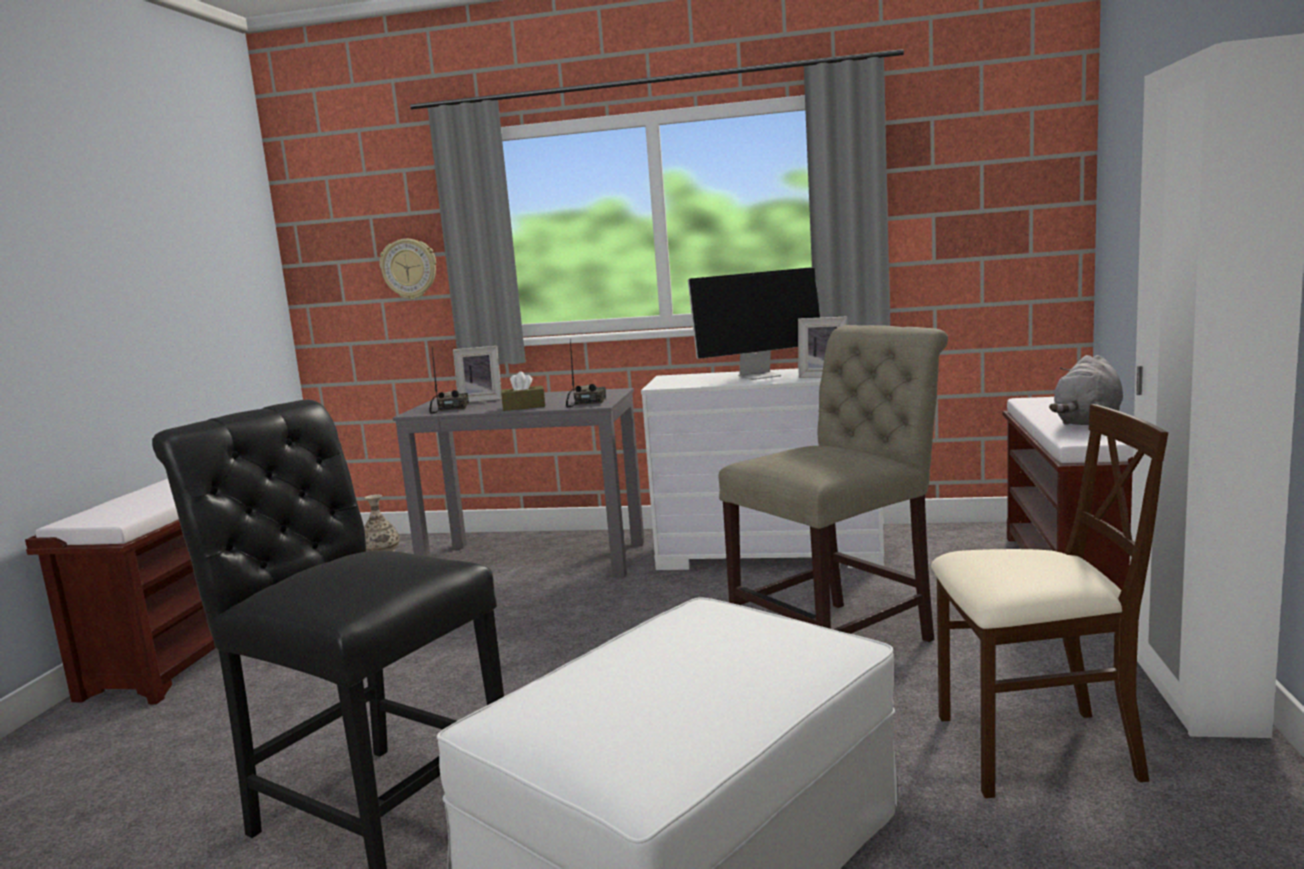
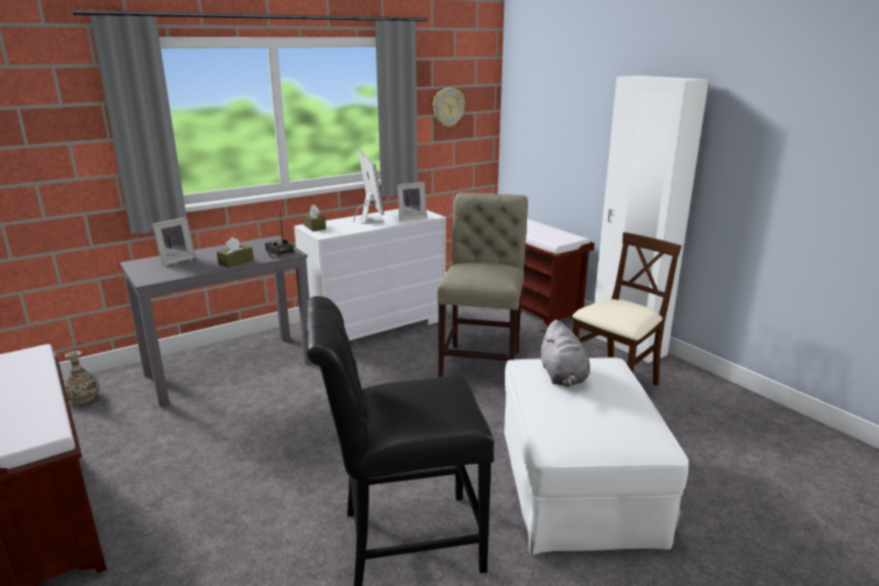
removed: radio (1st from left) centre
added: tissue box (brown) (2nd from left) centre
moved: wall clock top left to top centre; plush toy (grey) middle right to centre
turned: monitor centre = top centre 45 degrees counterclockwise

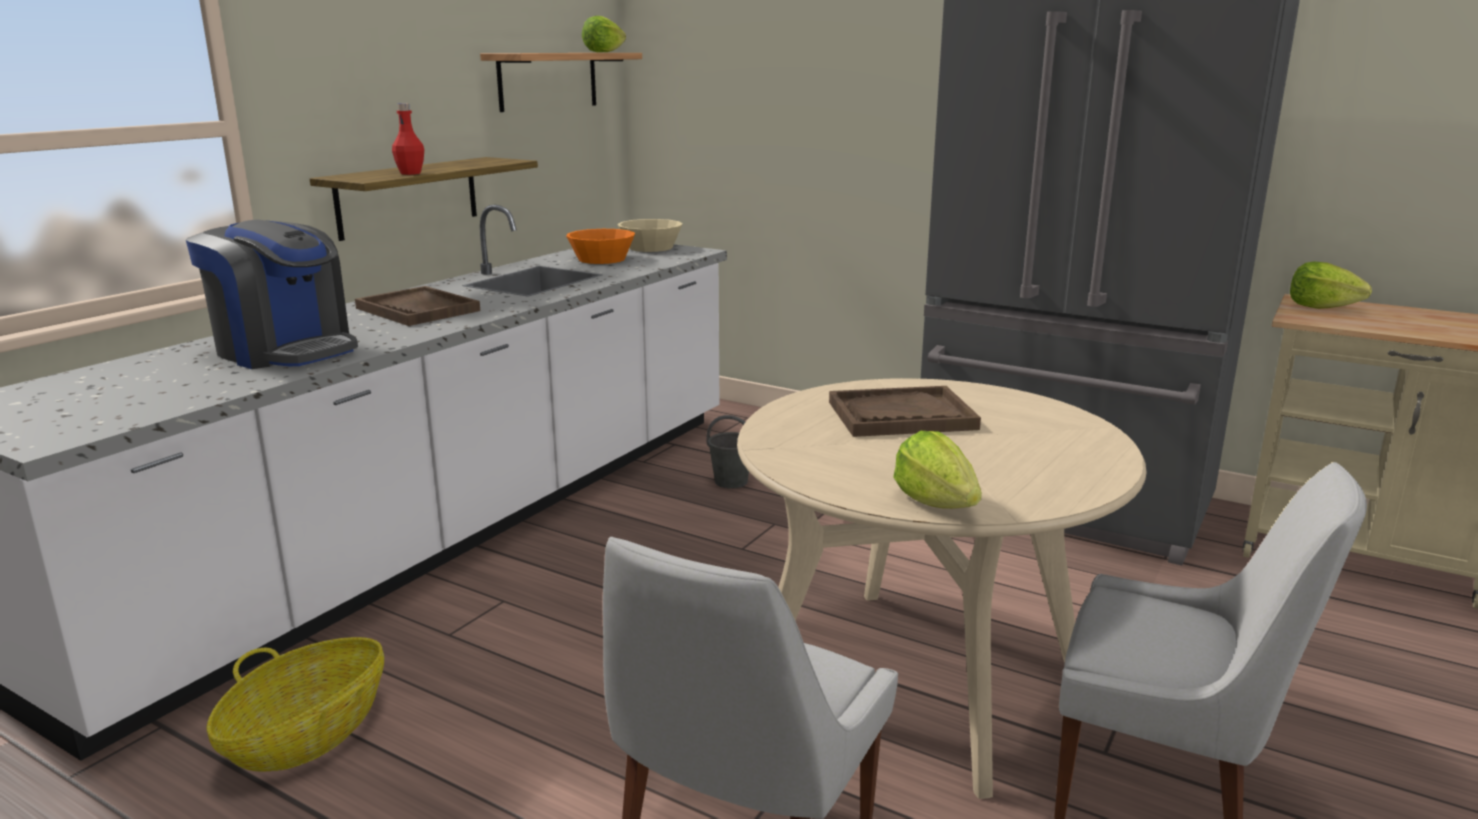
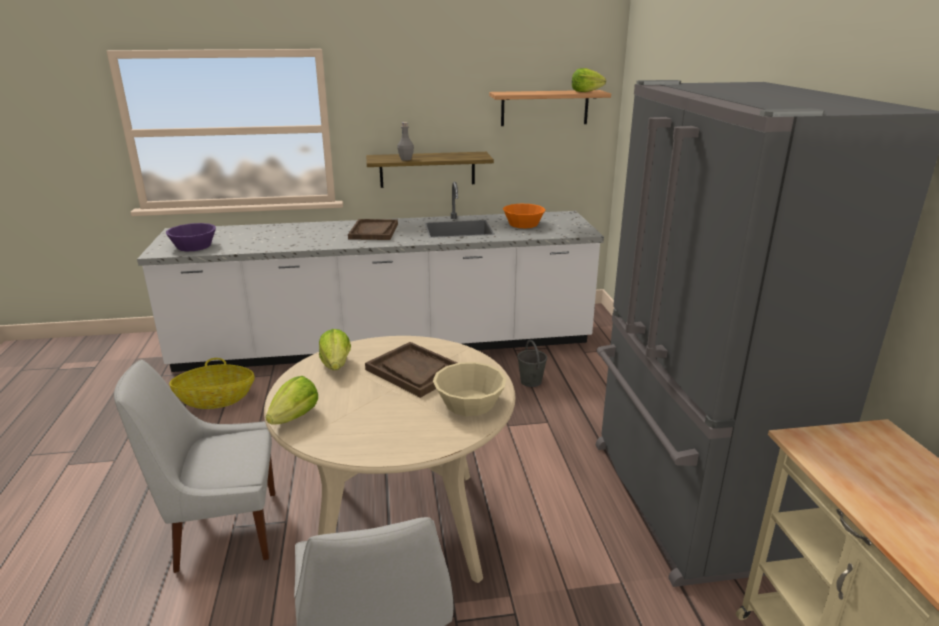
removed: coffee machine middle left
added: bowl (purple) middle left
moved: bowl (beige) top centre to centre; lettuce (3rd from left in the first image) middle right to lettuce (2nd from left) centre
recoloured: bottle (red) top left to bottle (grey) top centre

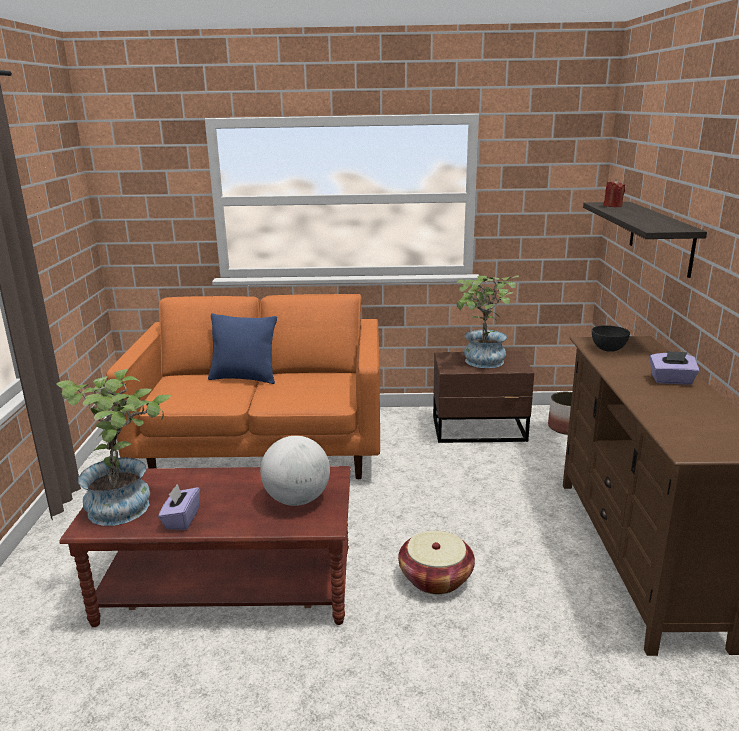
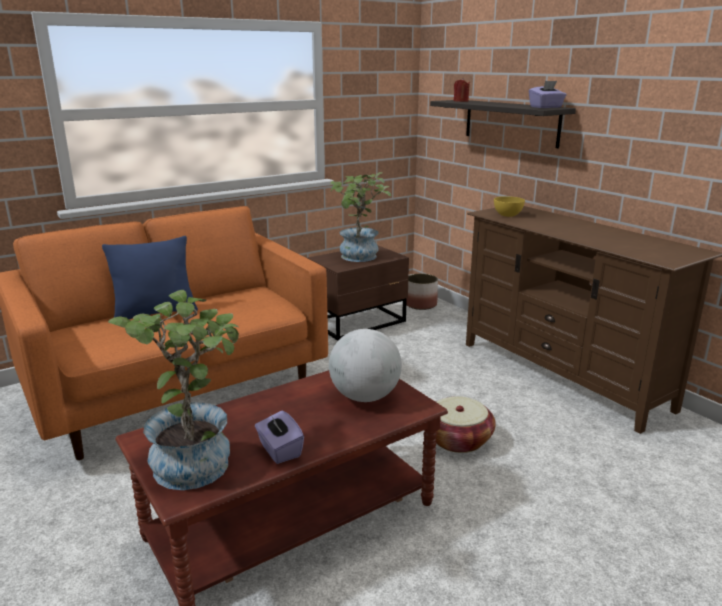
moved: tissue box (purple) (2nd from left) middle right to top right
recoloured: bowl (grey) middle right to bowl (yellow) middle right

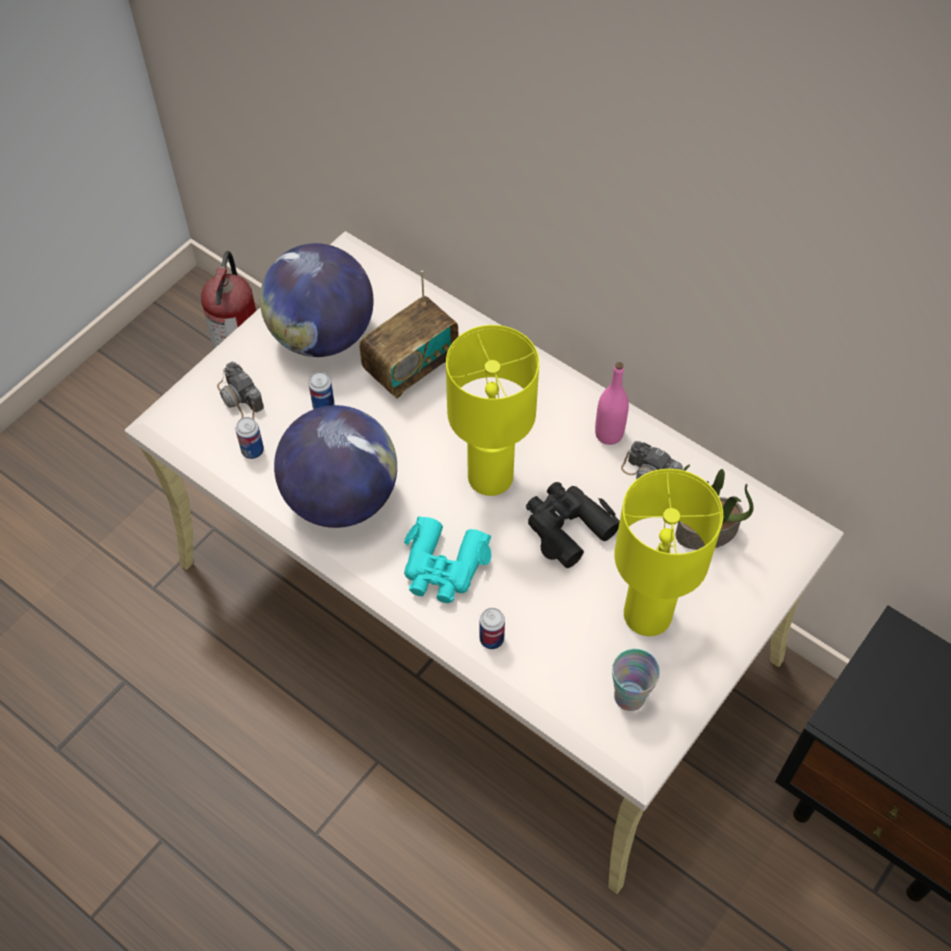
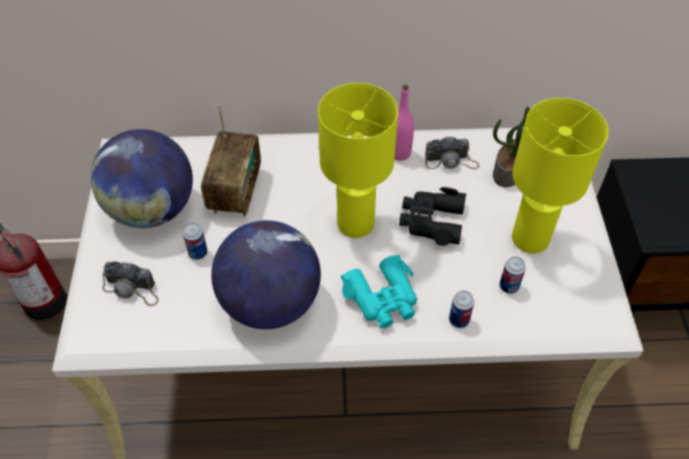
removed: cup bottom right
moved: can (1st from left in the first image) middle left to can (3rd from left) middle right

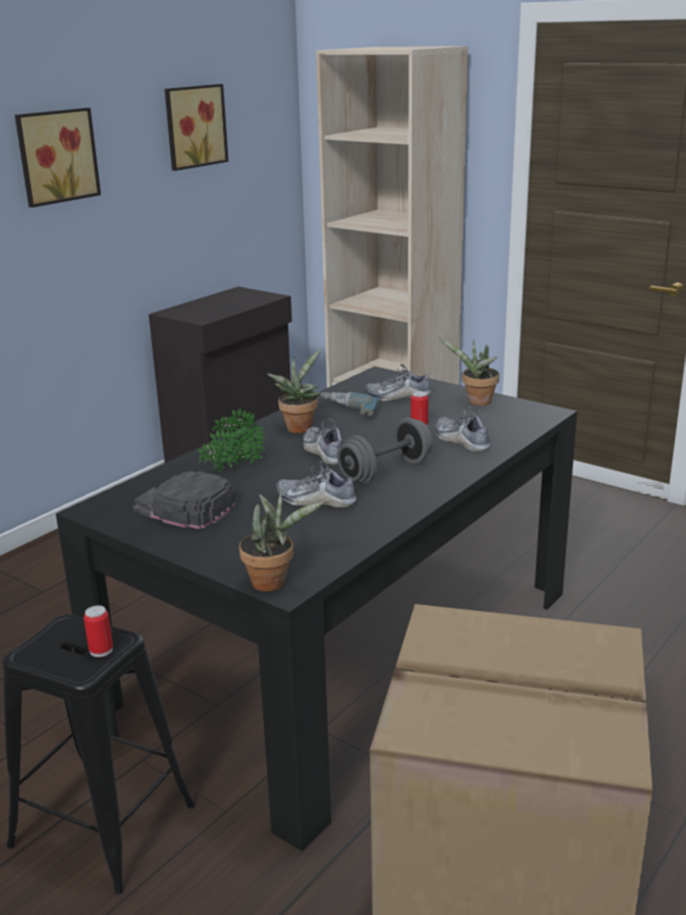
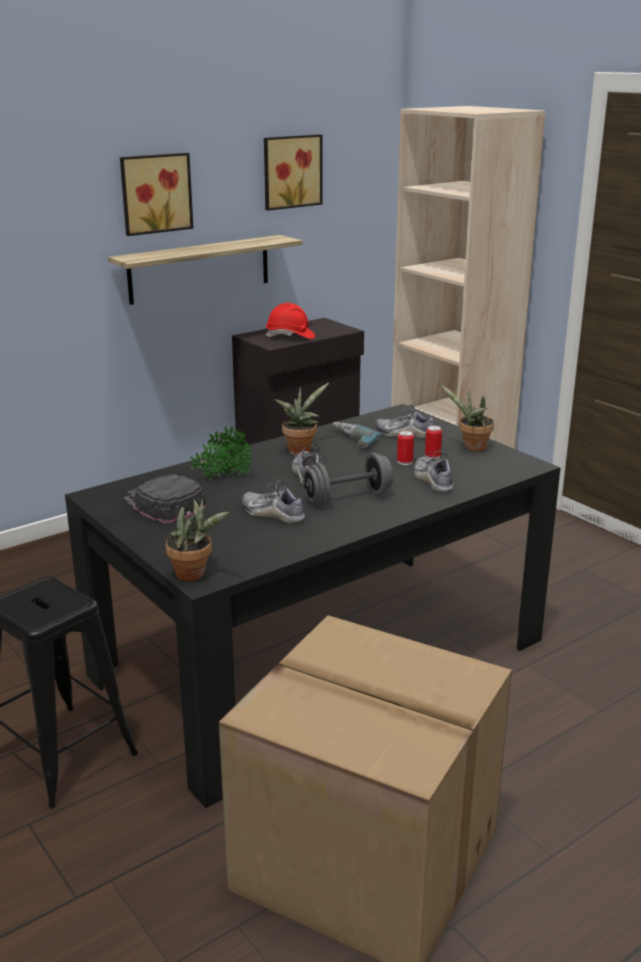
added: shelf top left; hard hat (red) centre
moved: can (1st from left in the first image) bottom left to can (2nd from left) middle right

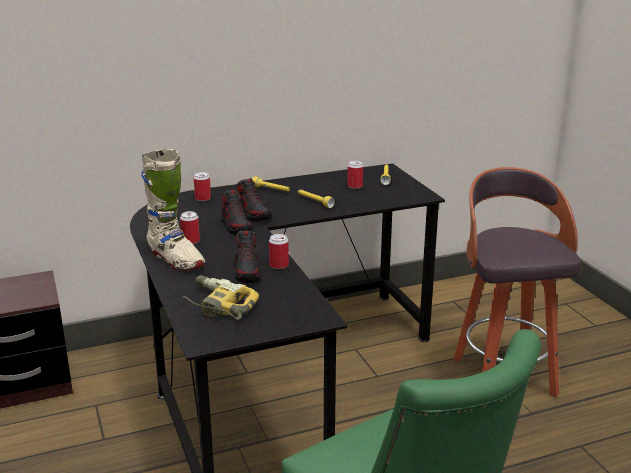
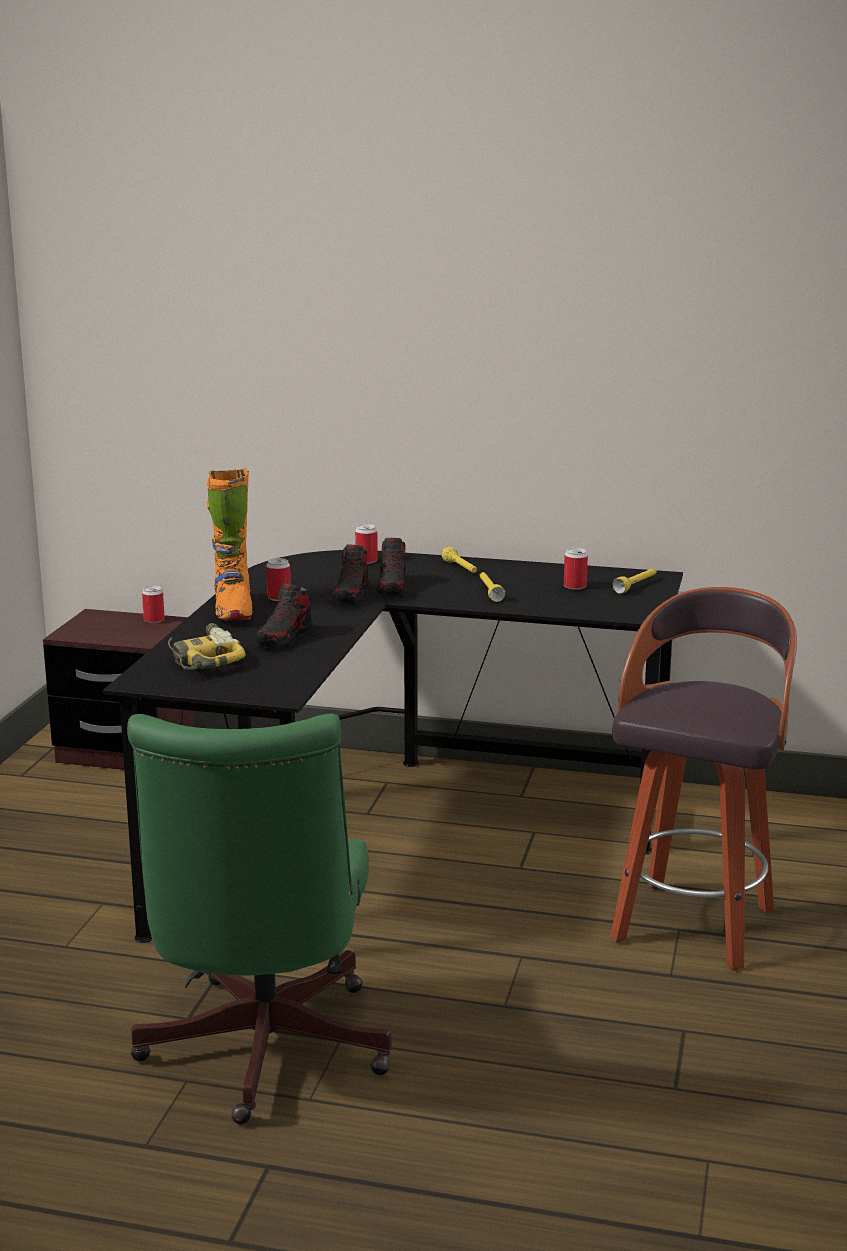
moved: can (3rd from left in the first image) centre to can (1st from left) middle left
recoloured: boot (beige) middle left to boot (orange) middle left

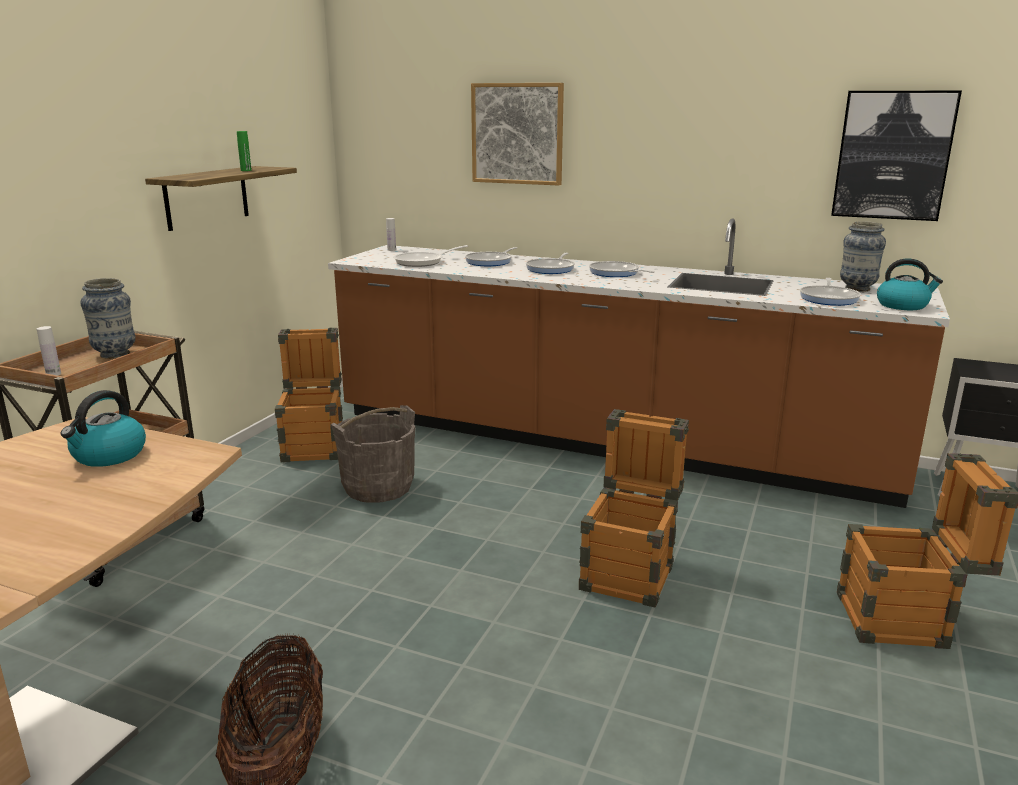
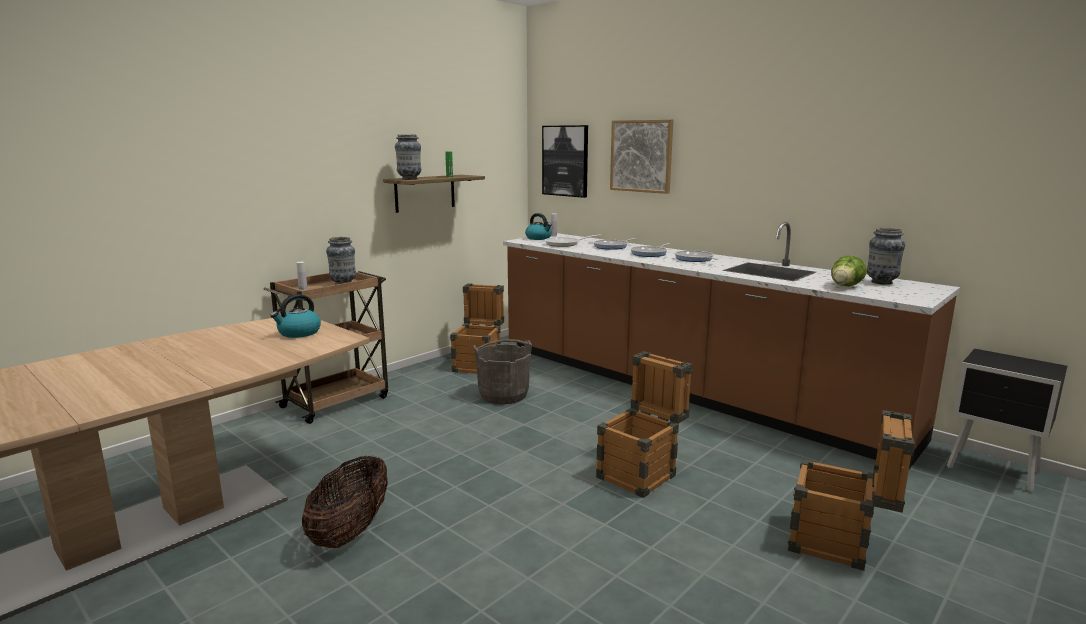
added: vase (2nd from left) top centre
moved: picture (2nd from left in the first image) top right to picture (1st from left) top centre; kettle (2nd from left) middle right to centre
replaced: frying pan (5th from left) middle right to lettuce middle right

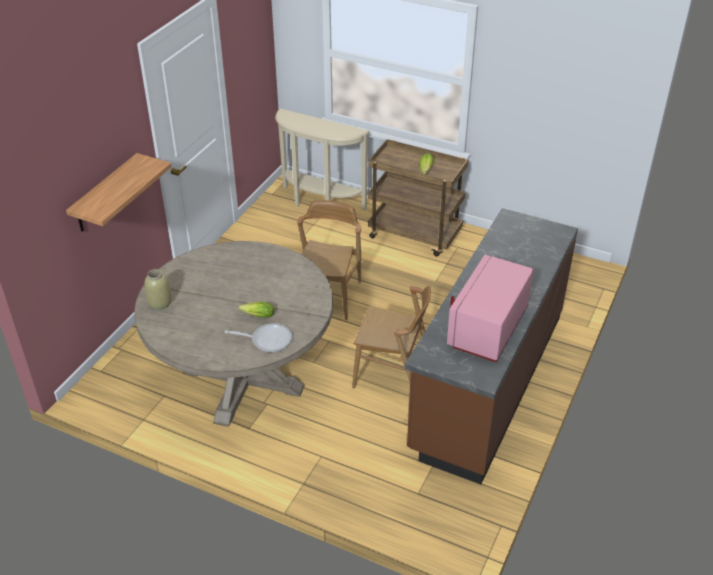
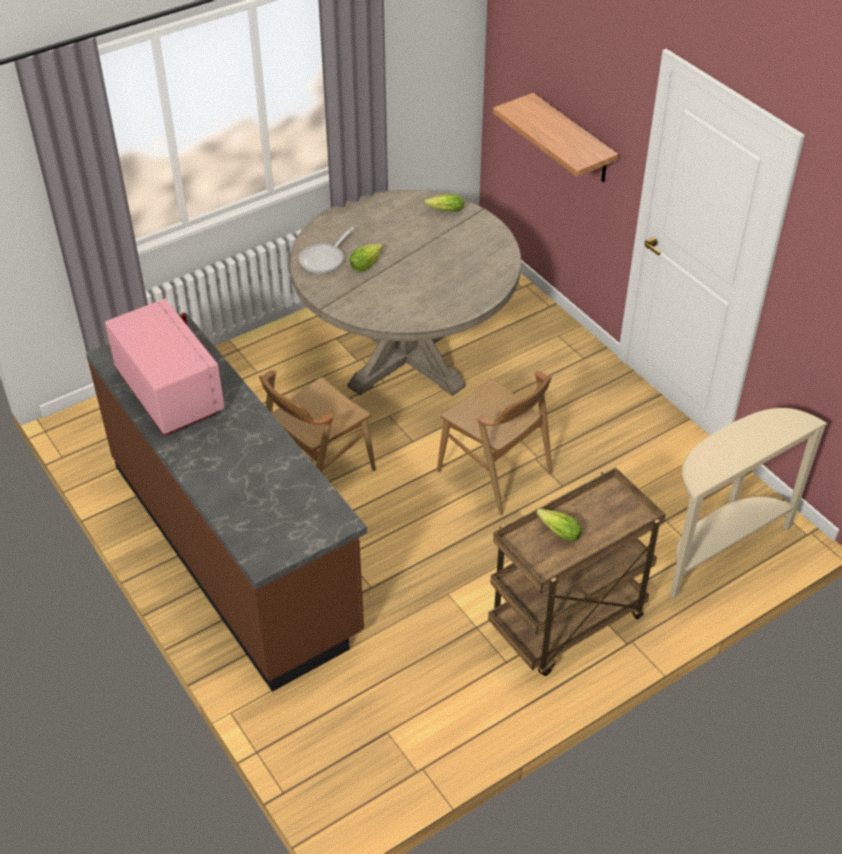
replaced: vase (beige) middle left to lettuce (2nd from left) top centre

